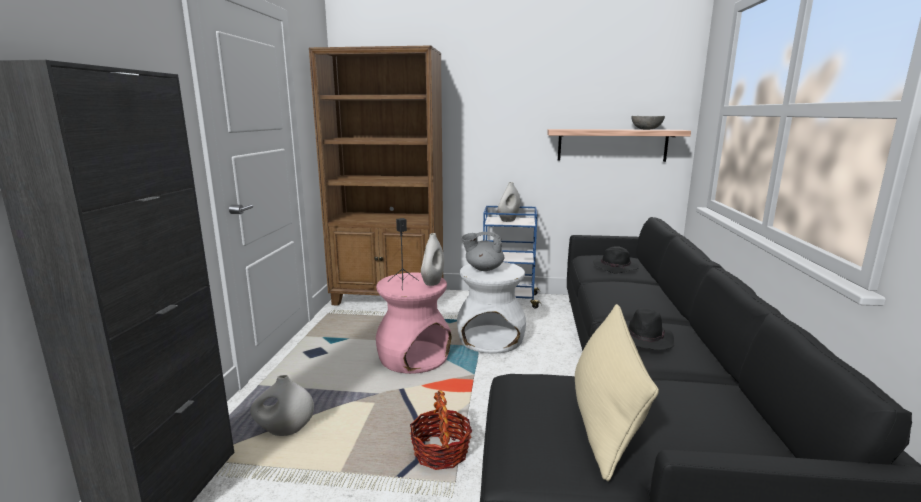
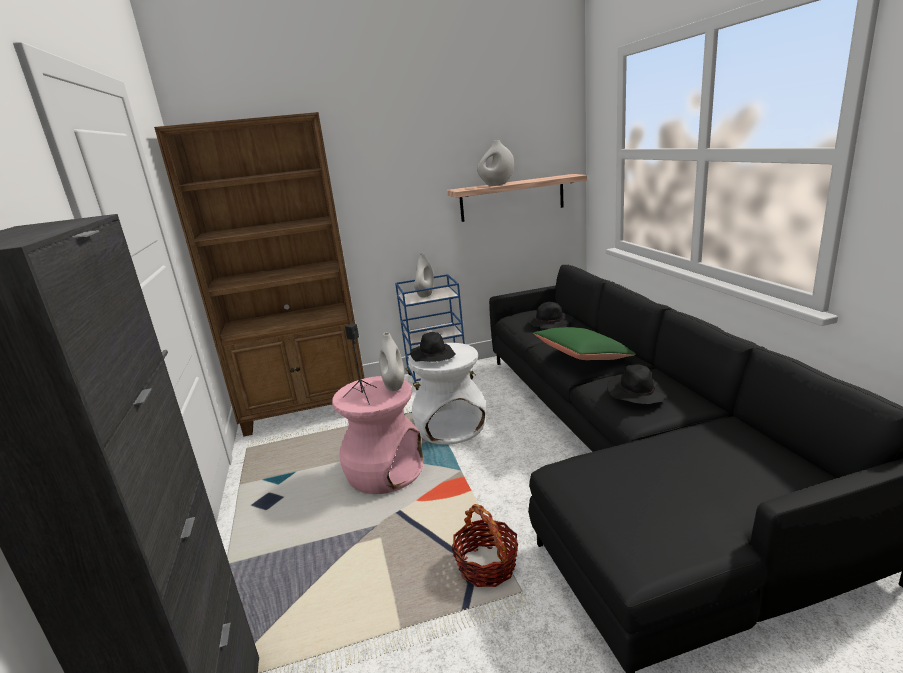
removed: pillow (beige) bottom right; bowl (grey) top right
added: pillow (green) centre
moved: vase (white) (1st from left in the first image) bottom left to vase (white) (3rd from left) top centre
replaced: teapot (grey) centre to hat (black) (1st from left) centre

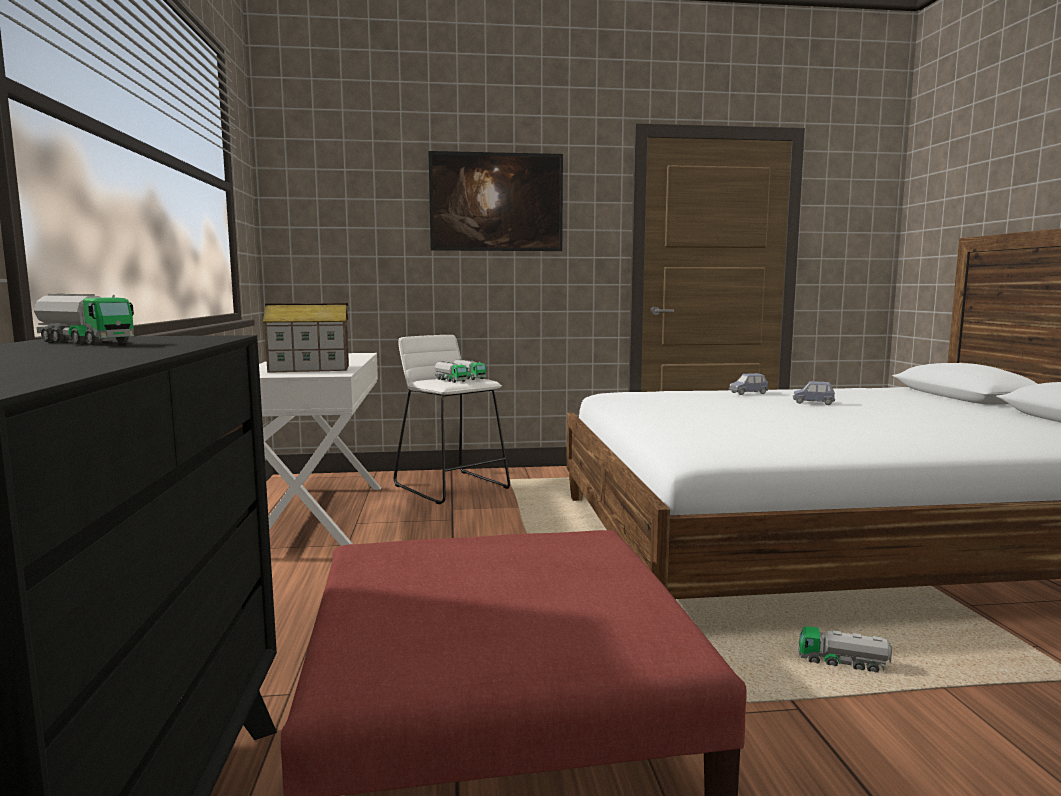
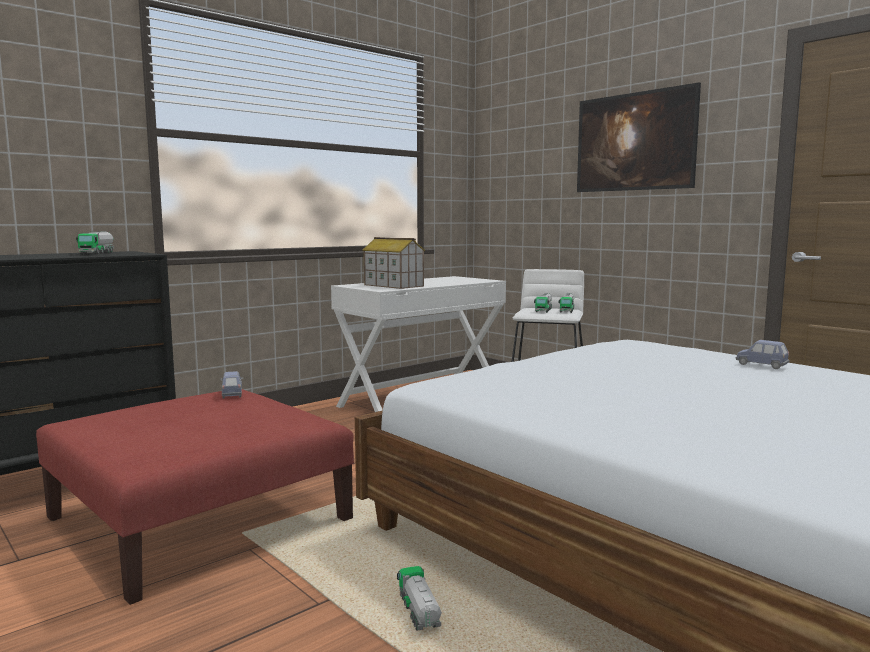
moved: toy car (blue) (2nd from left in the first image) middle right to toy car (blue) (1st from left) middle left

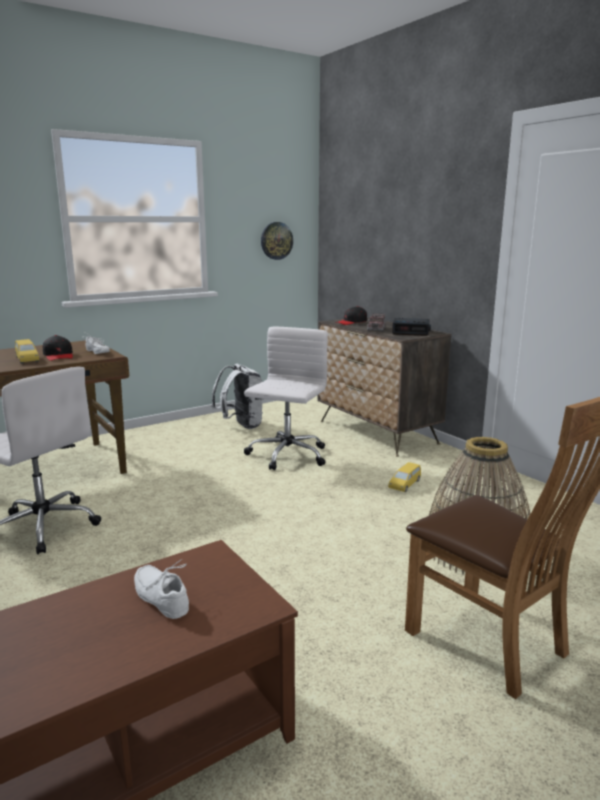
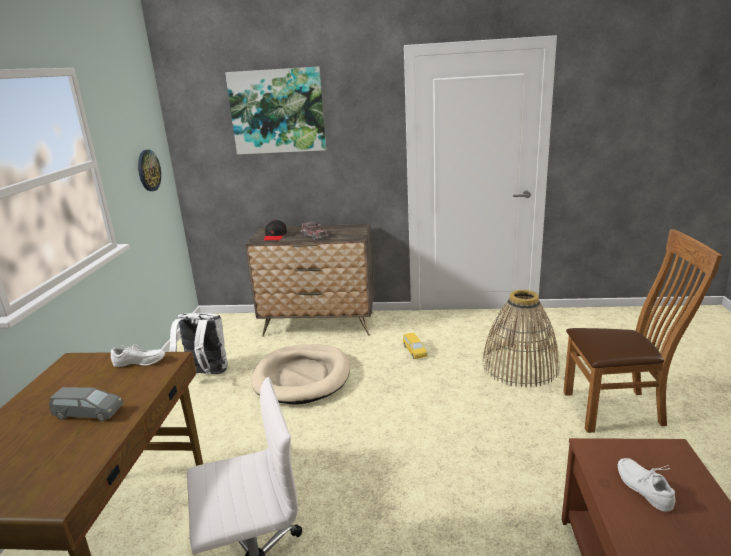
removed: cap (black) (1st from left) middle left; alarm clock middle right
added: picture top centre
replaced: office chair (white) (2nd from left) centre to dog bed (beige) bottom centre
recoloured: toy car (yellow) (1st from left) middle left to toy car (grey) bottom left
turned: shoe (white) (2nd from left) bottom left = bottom right 75 degrees clockwise

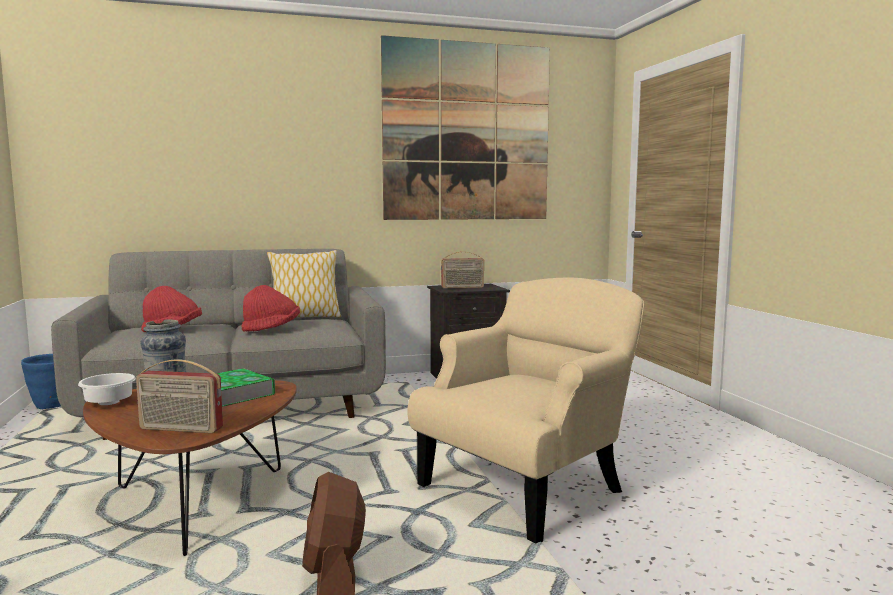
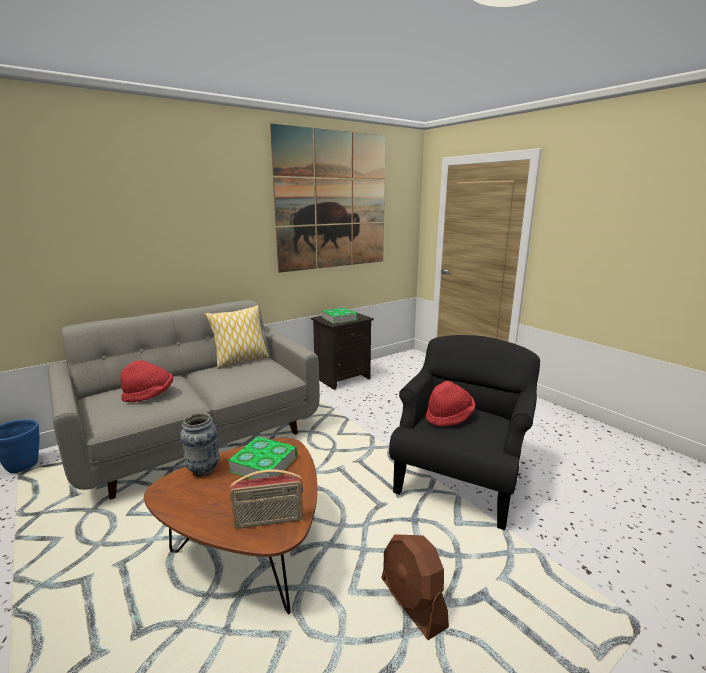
removed: bowl (white) middle left
moved: hat (red) (2nd from left) middle left to centre
replaced: radio (2nd from left) centre to book (2nd from left) centre
recoloured: armchair (beige) bottom centre to armchair (black) centre

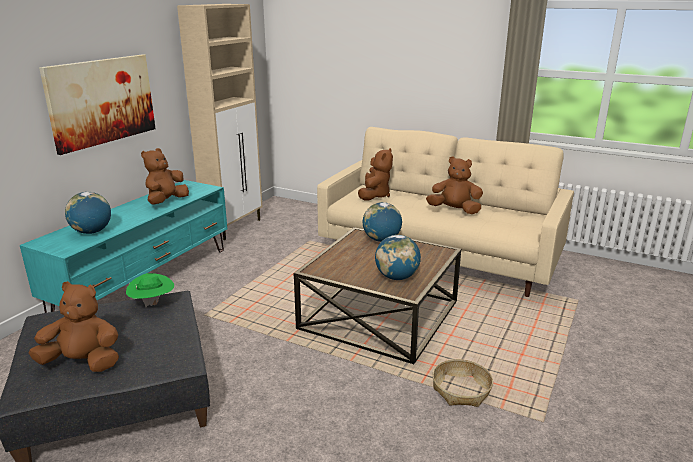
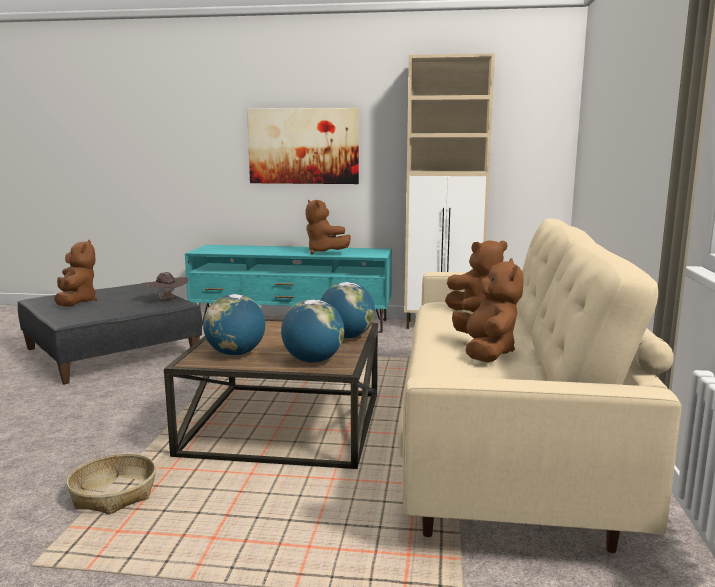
moved: globe (1st from left in the first image) middle left to globe (2nd from left) centre
recoloured: hat (green) middle left to hat (brown) middle left
turned: plush toy (brown) (2nd from left) middle left = centre 135 degrees counterclockwise

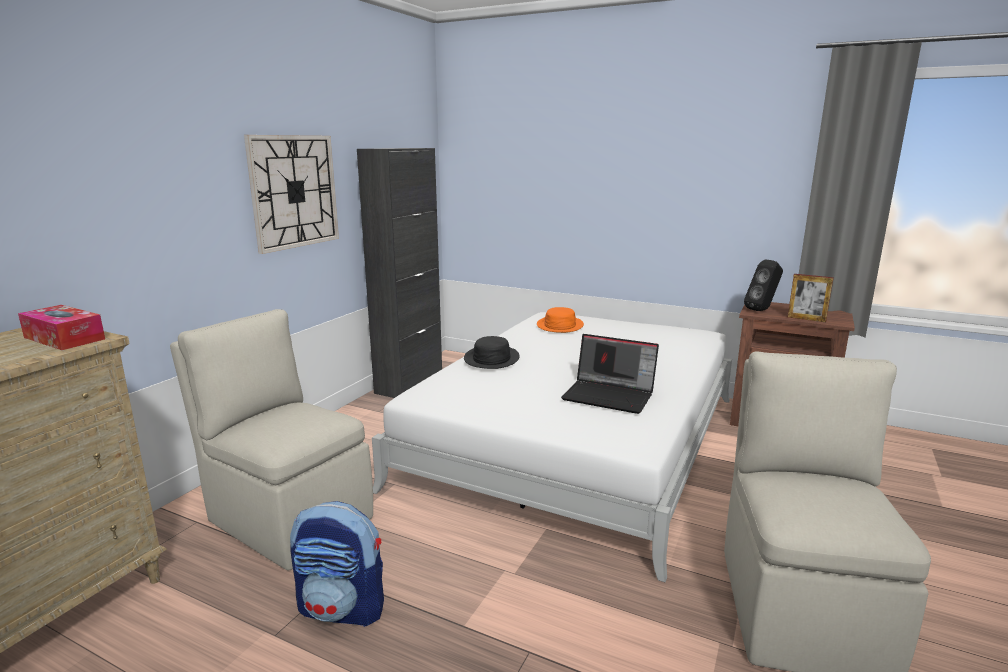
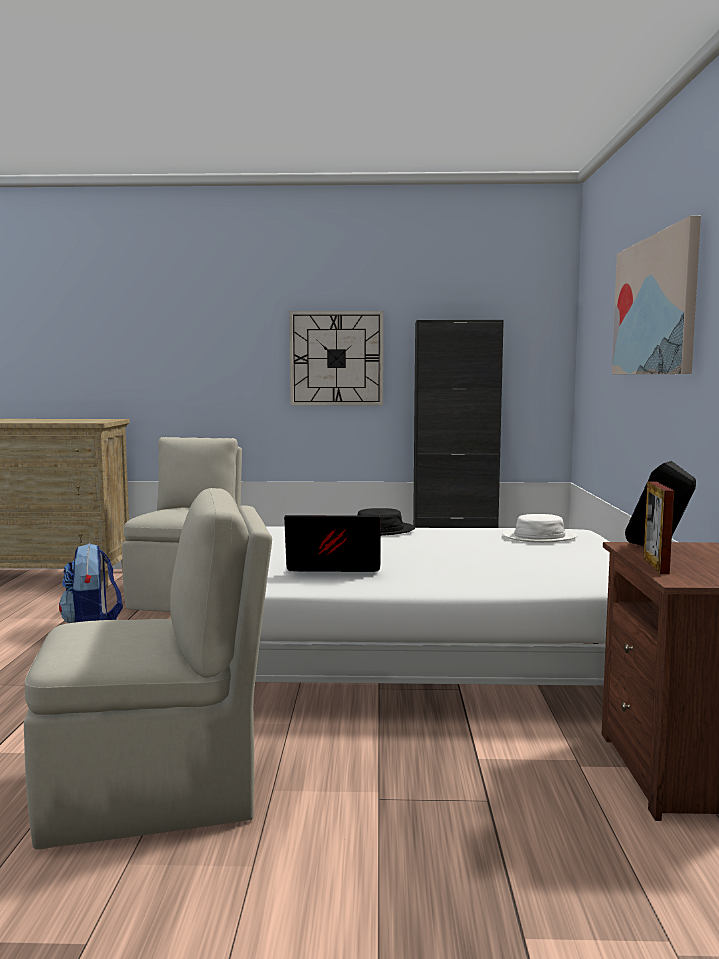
removed: tissue box middle left
added: picture top right
recoloured: hat (orange) centre to hat (white) middle right
turned: laptop centre = centre 90 degrees clockwise

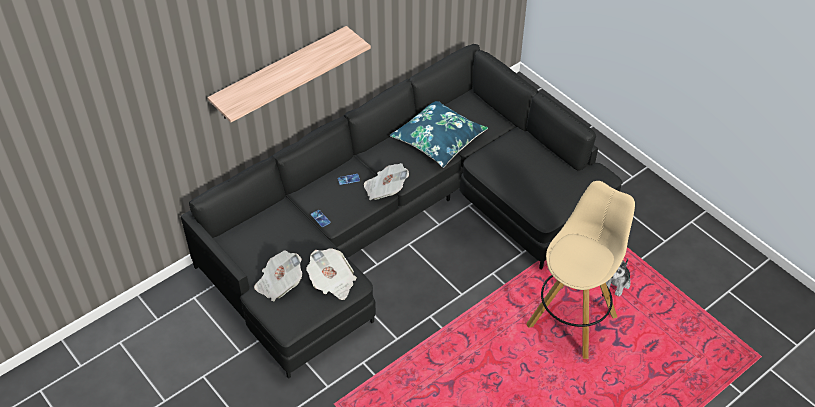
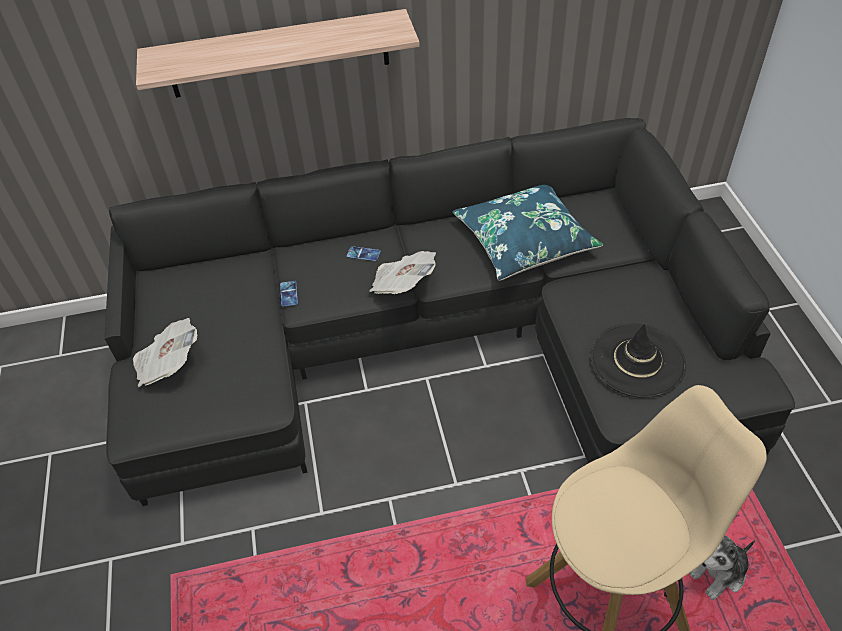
removed: newspaper (2nd from left) bottom centre
added: hat (black) middle right

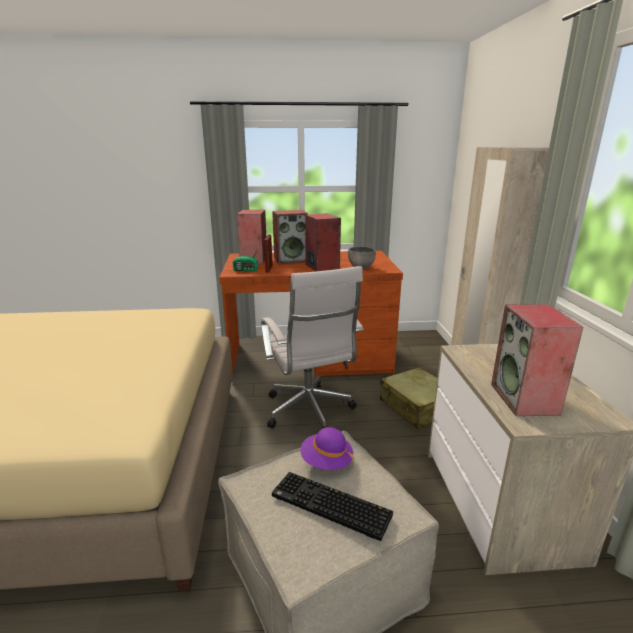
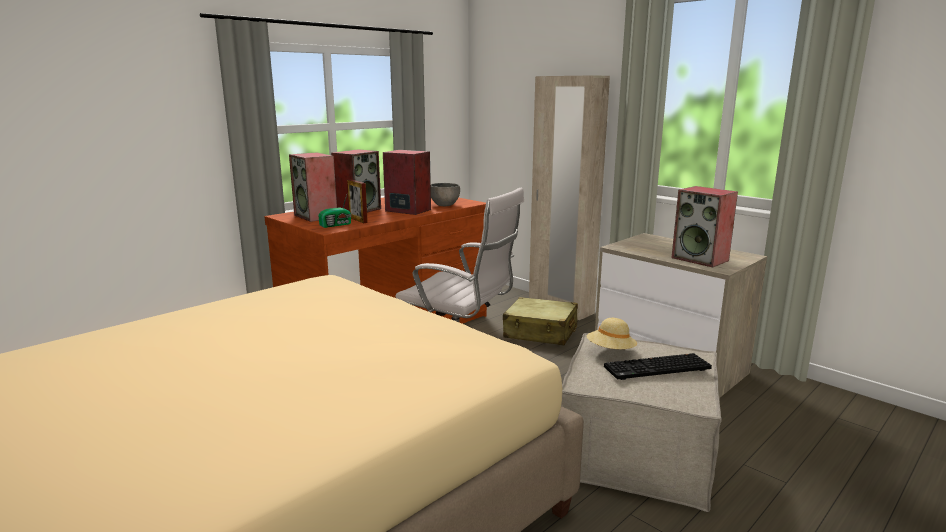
recoloured: hat (purple) bottom centre to hat (beige) centre

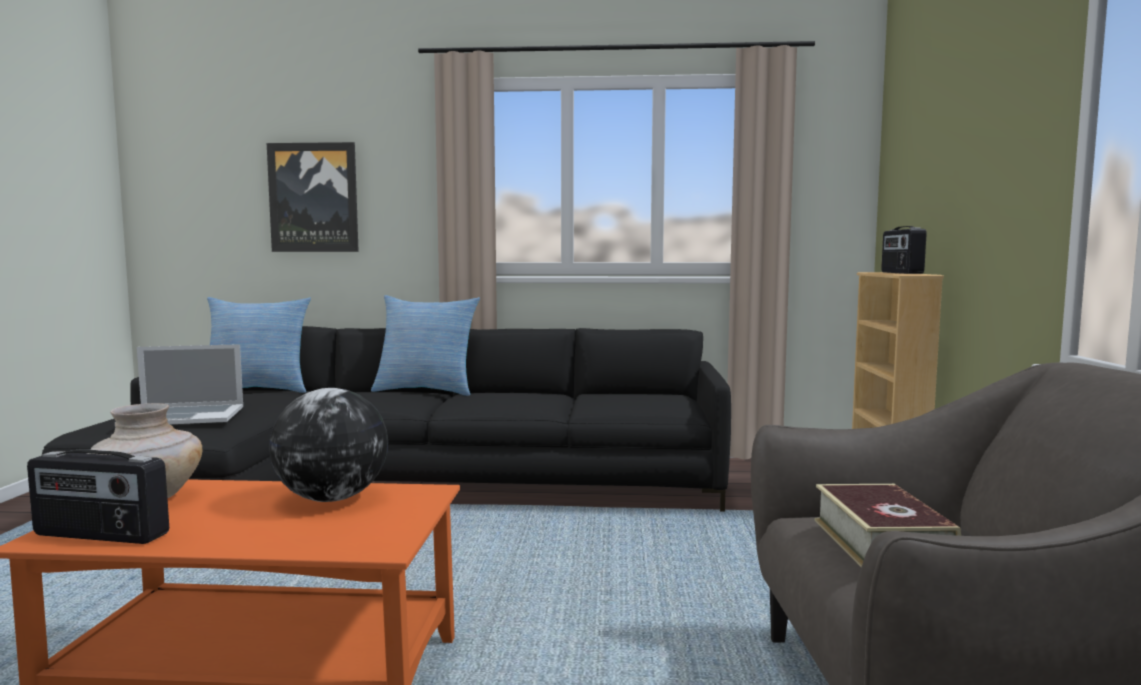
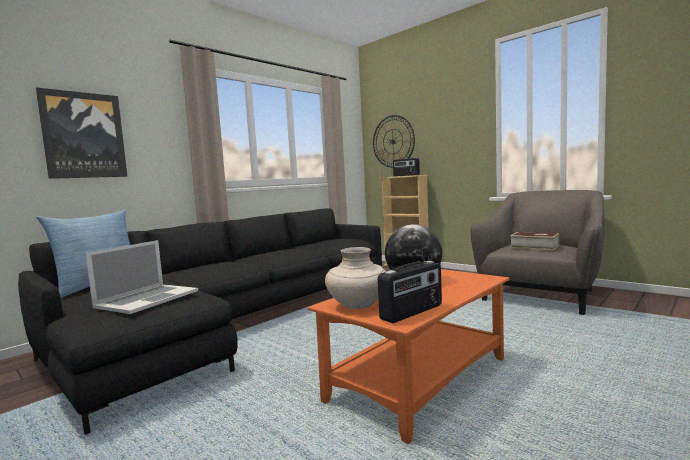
removed: pillow (2nd from left) centre
added: wall clock top centre

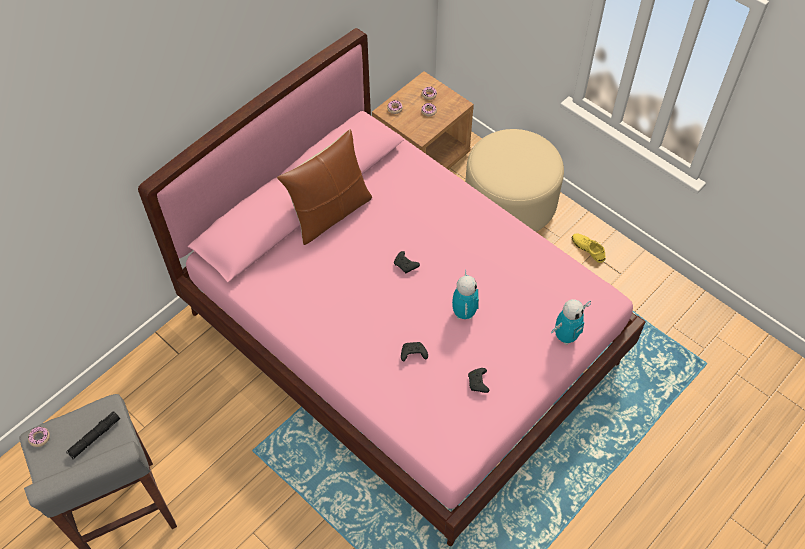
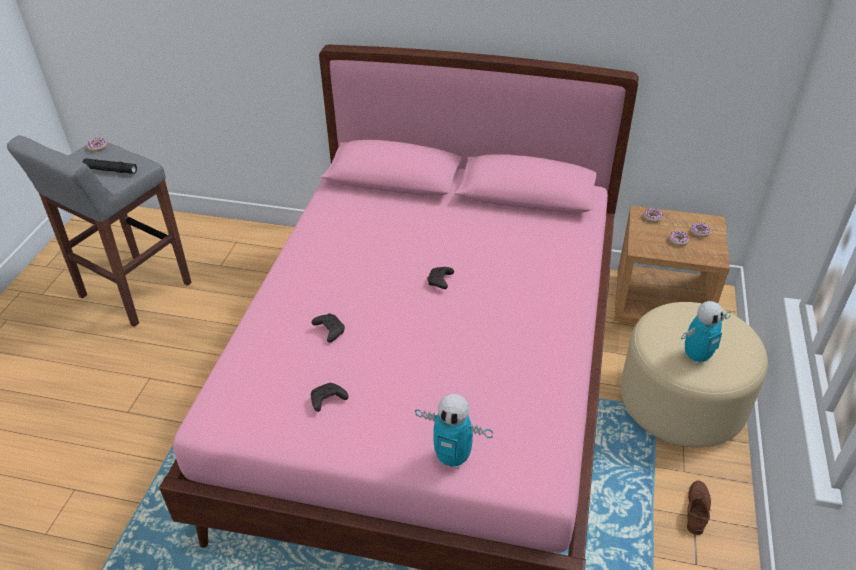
removed: pillow (brown) centre
moved: toy robot (1st from left in the first image) centre to toy robot (2nd from left) middle right
recoloured: shoe (yellow) middle right to shoe (brown) bottom right

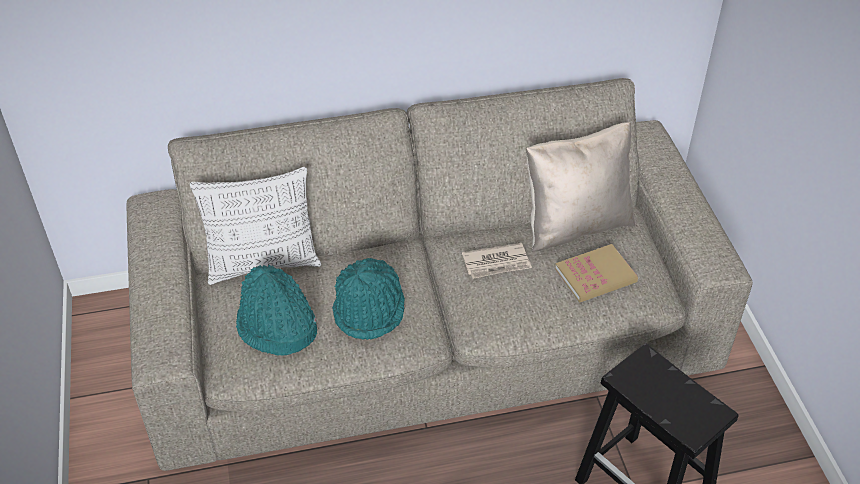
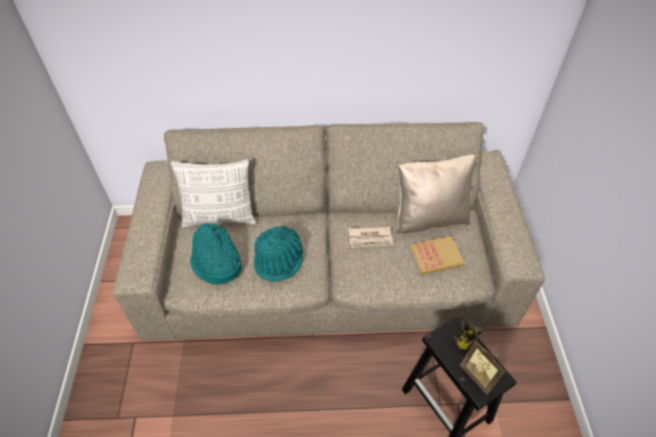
added: mug bottom right; picture frame bottom right

